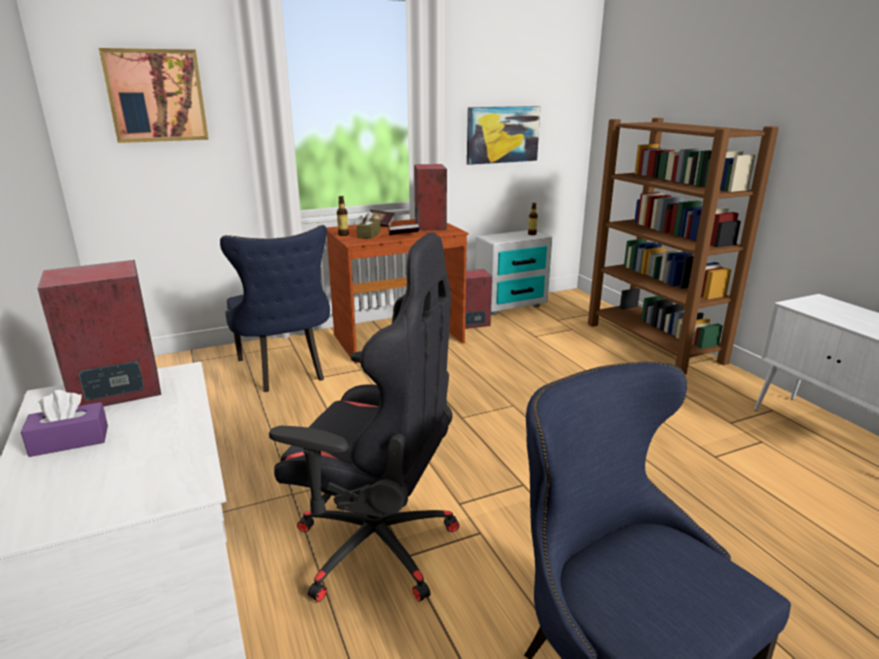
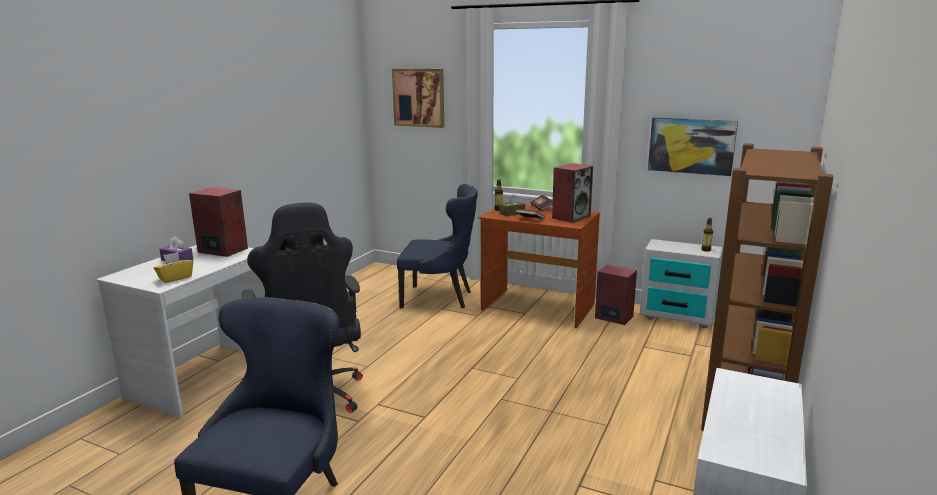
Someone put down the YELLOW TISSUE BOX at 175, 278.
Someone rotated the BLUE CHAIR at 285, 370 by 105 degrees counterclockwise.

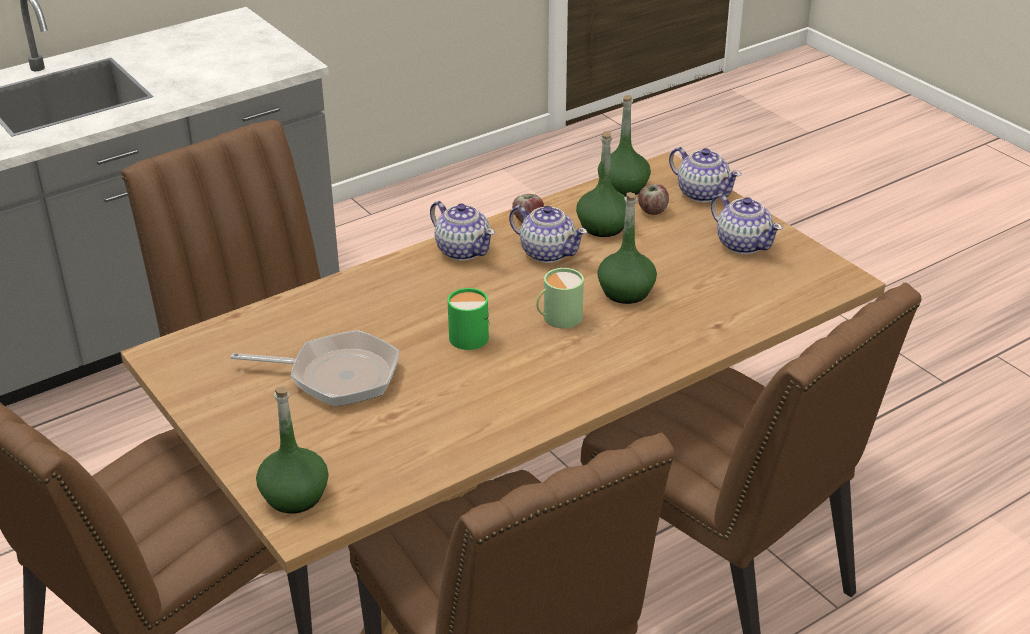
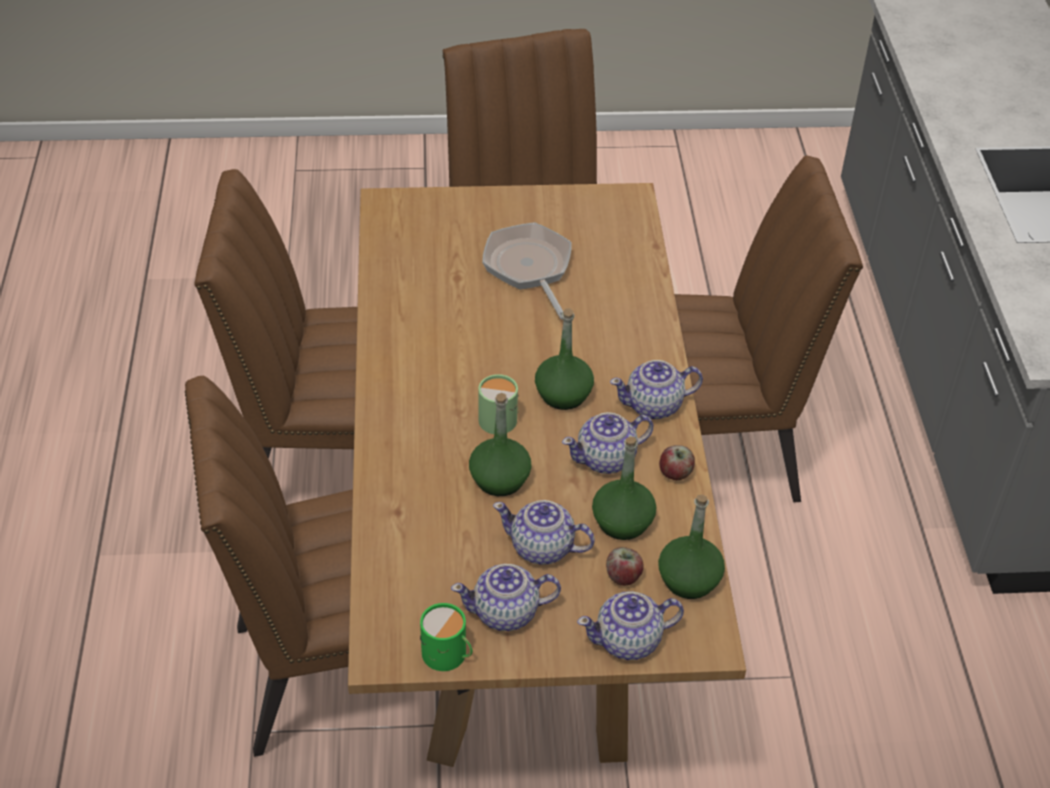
Someone carried the GREEN MUG from 469, 335 to 448, 655.
Someone rotated the FRYING PAN at 336, 375 by 120 degrees clockwise.
Someone put down the TEAPOT at 542, 548.
Someone carried the GREEN BOTTLE from 295, 495 to 563, 395.

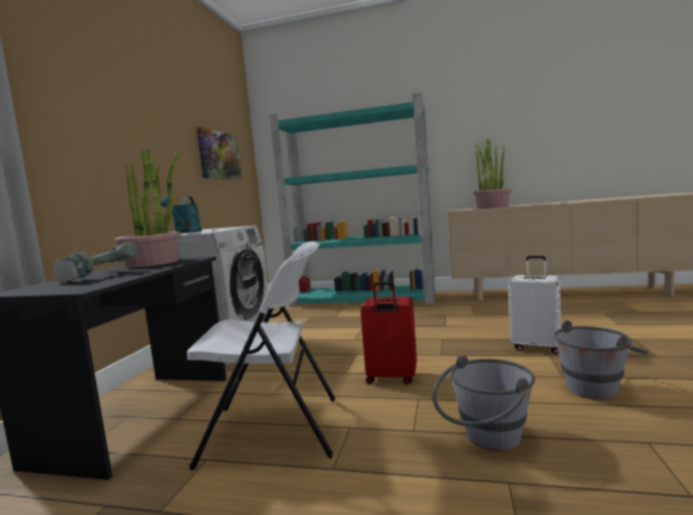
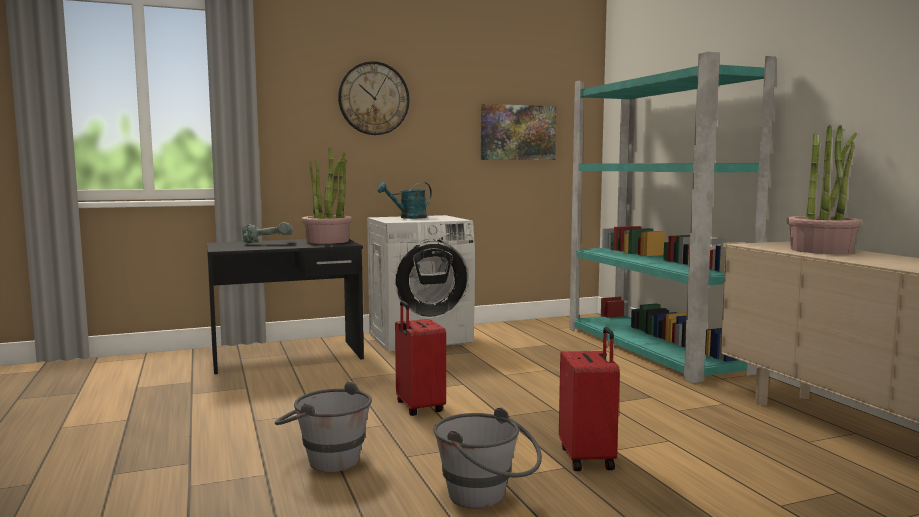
Someone put up the WALL CLOCK at 373, 98.
Someone repainted the WHITE SUITCASE at 537, 347, which became the RED SUITCASE at 588, 458.
Someone took away the WHITE CHAIR at 271, 430.

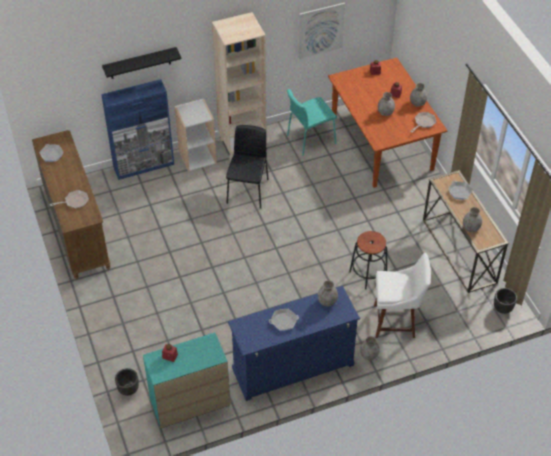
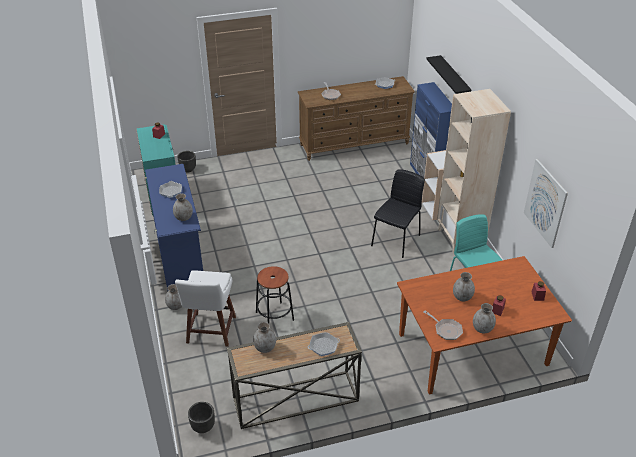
Someone rotated the BLACK CHAIR at 248, 190 by 75 degrees counterclockwise.

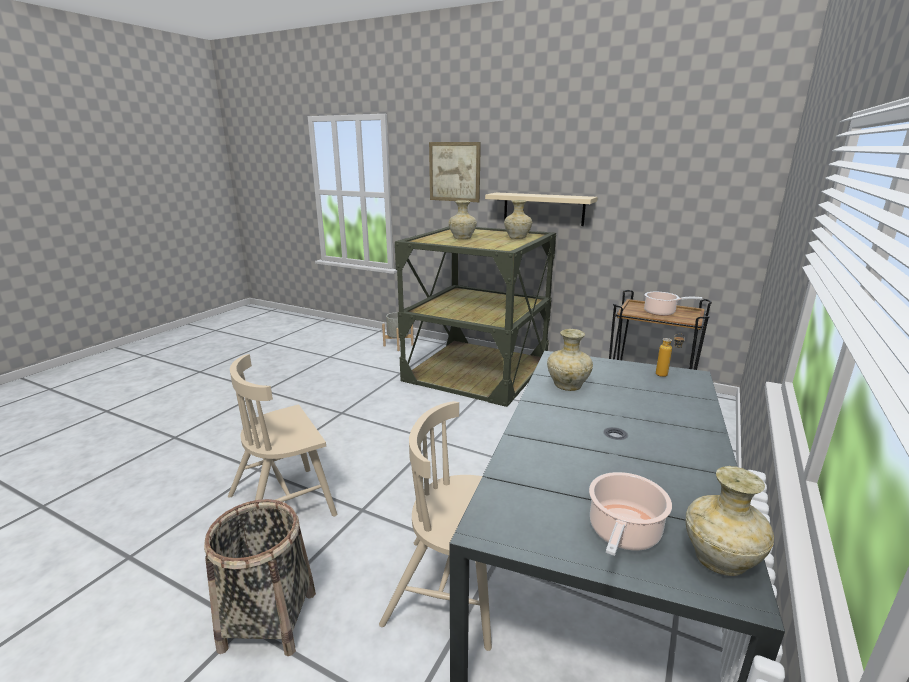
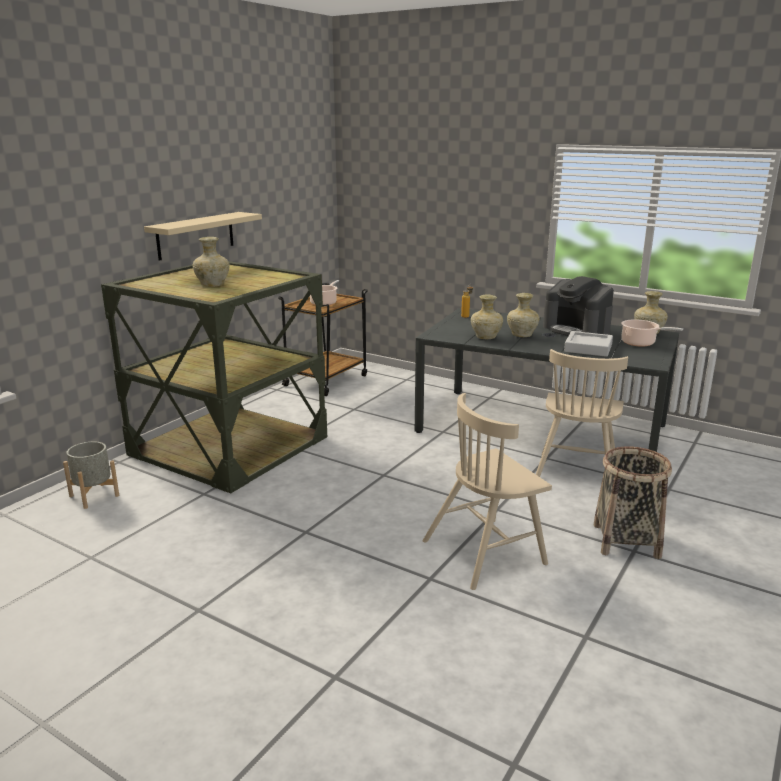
Someone rotated the BEIGE CHAIR at 288, 502 by 90 degrees clockwise.
Someone carried the BEIGE VASE from 517, 238 to 522, 335.
Someone put down the COFFEE MACHINE at 576, 329.
Someone put down the GREY TRAY at 588, 348.
Someone took away the PICTURE at 454, 172.

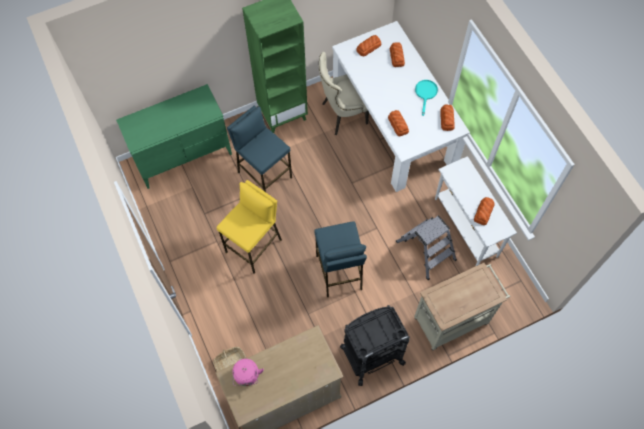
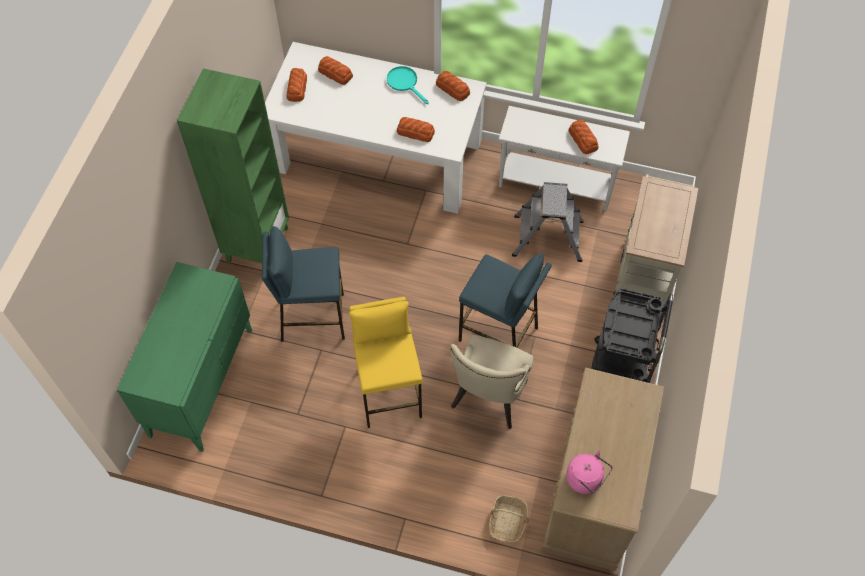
Someone carried the BEIGE CHAIR from 343, 114 to 489, 397.

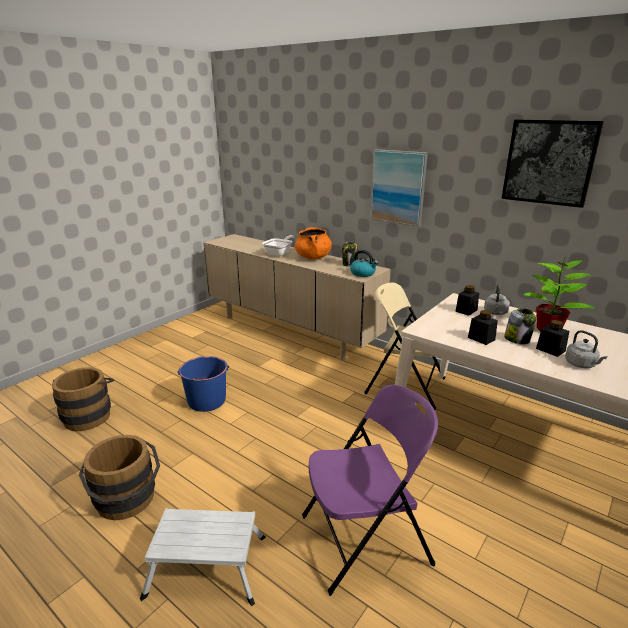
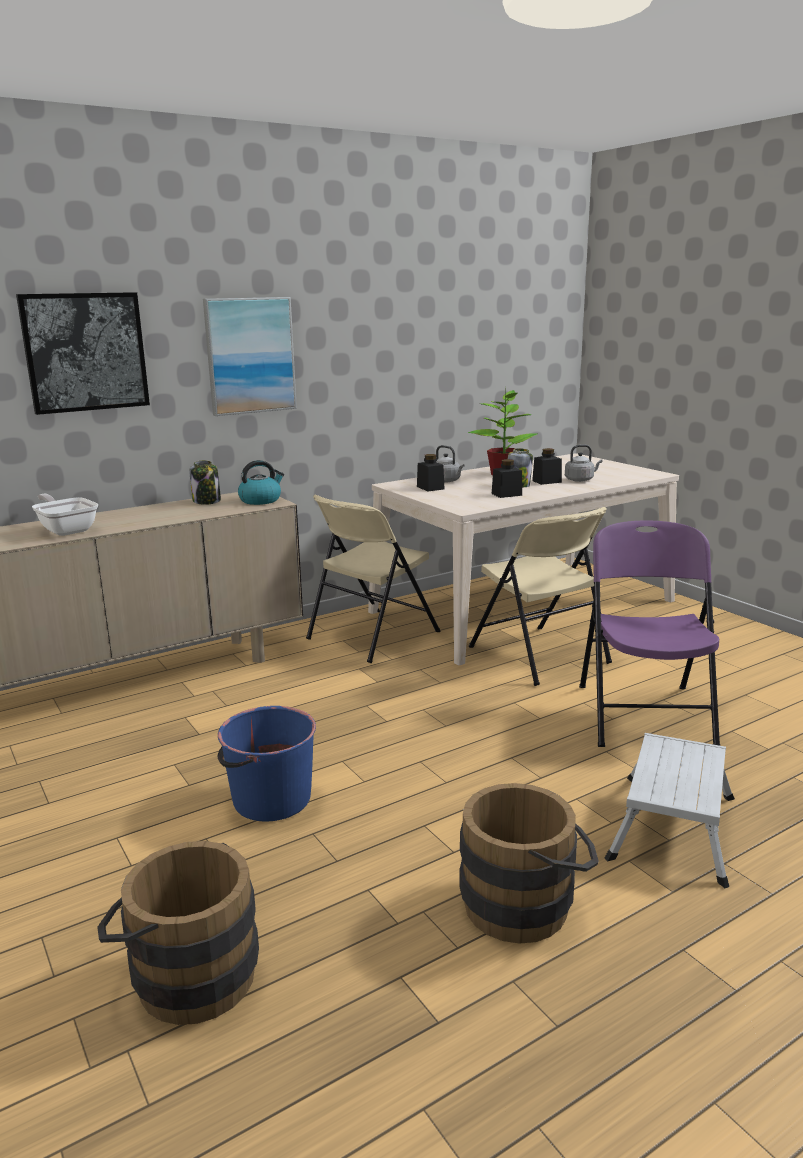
Someone carried the PICTURE from 549, 162 to 85, 352.
Someone put down the BEIGE CHAIR at 538, 655.
Someone took away the ORANGE COOKING POT at 313, 257.

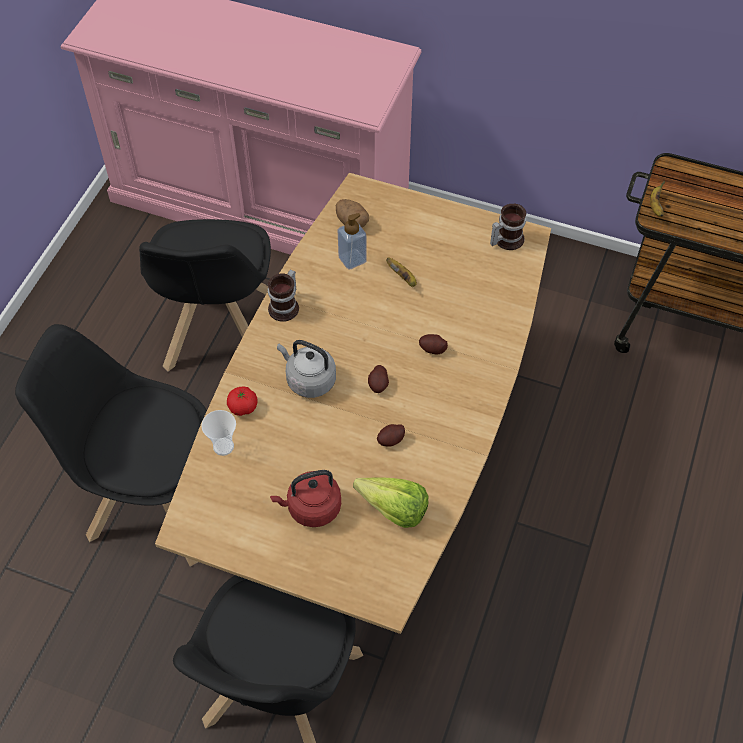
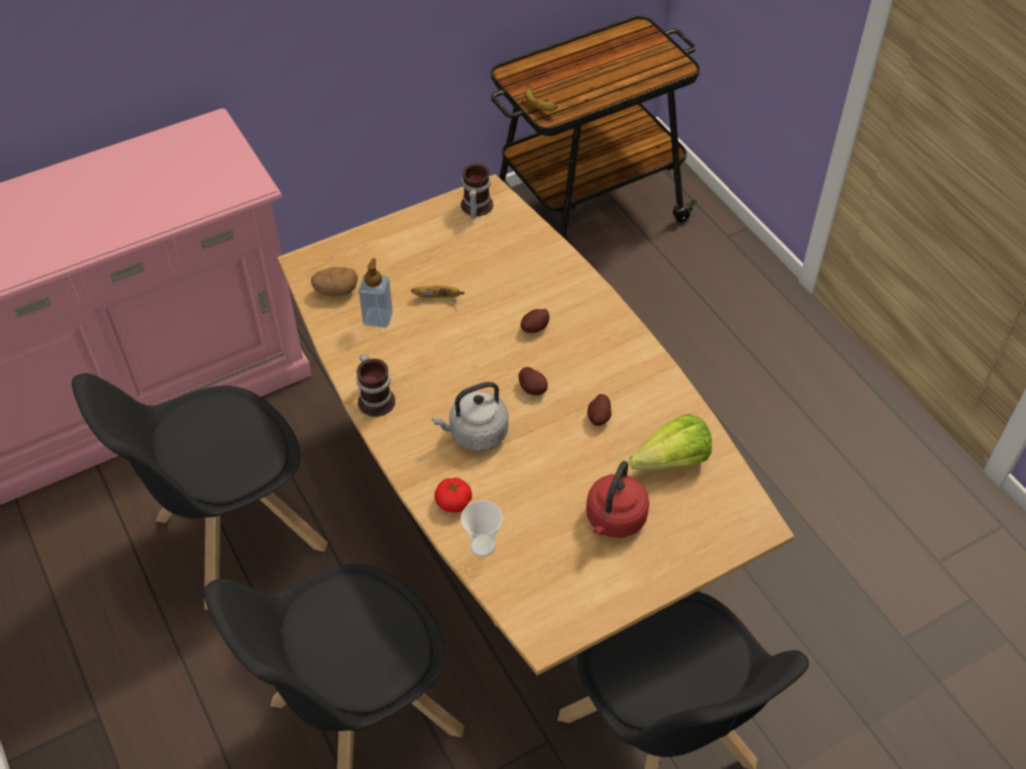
Someone rotated the BLACK CHAIR at 220, 335 by 105 degrees clockwise.

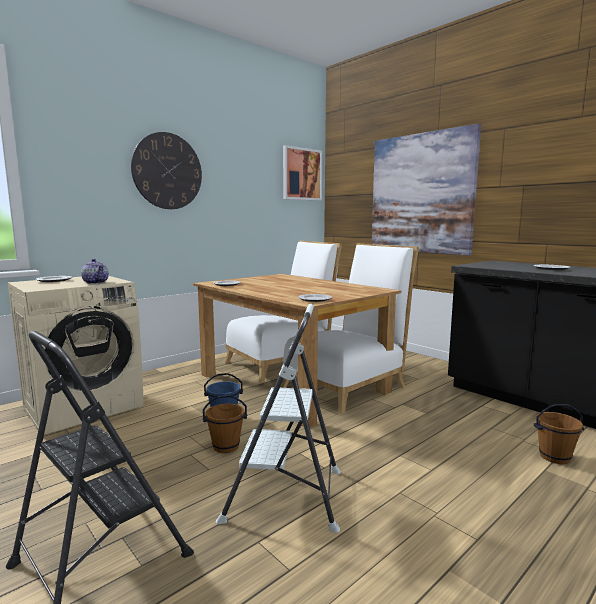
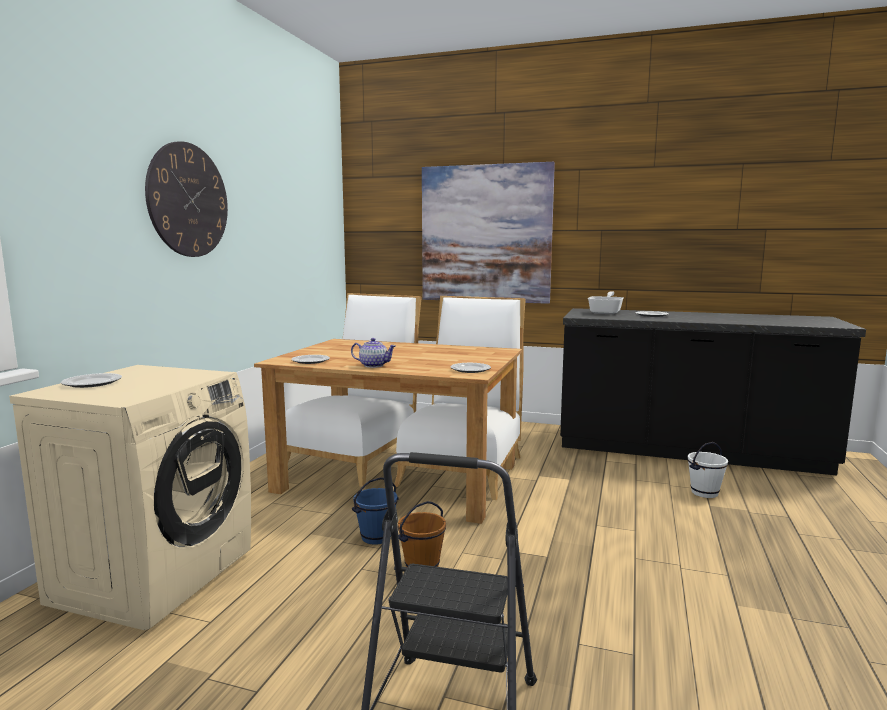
Someone carried the TEAPOT from 96, 282 to 373, 365.
Someone put down the FRYING PAN at 606, 312.
Someone repainted the BROWN BUCKET at 554, 457, which became the WHITE BUCKET at 704, 493.
Someone took away the WHITE STEP LADDER at 288, 494.
Someone took away the PICTURE at 302, 174.

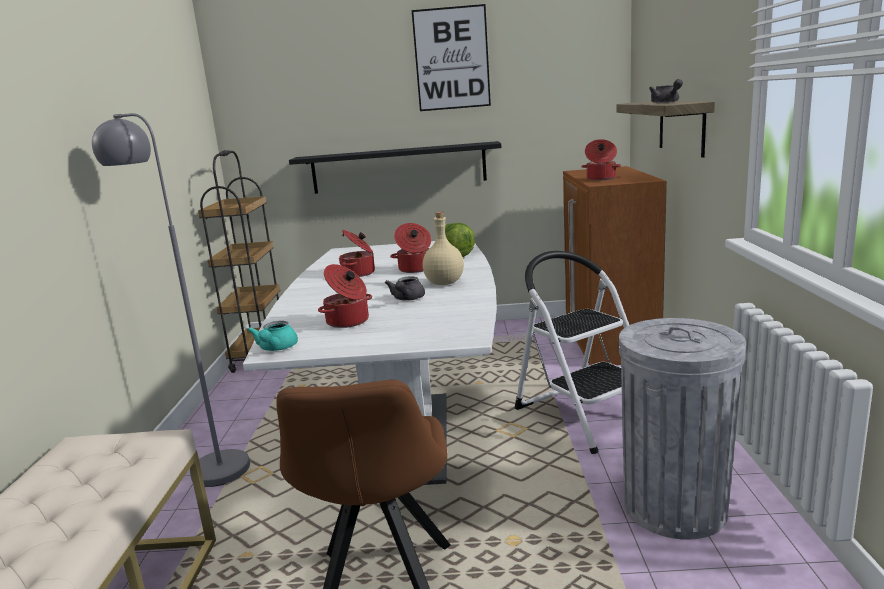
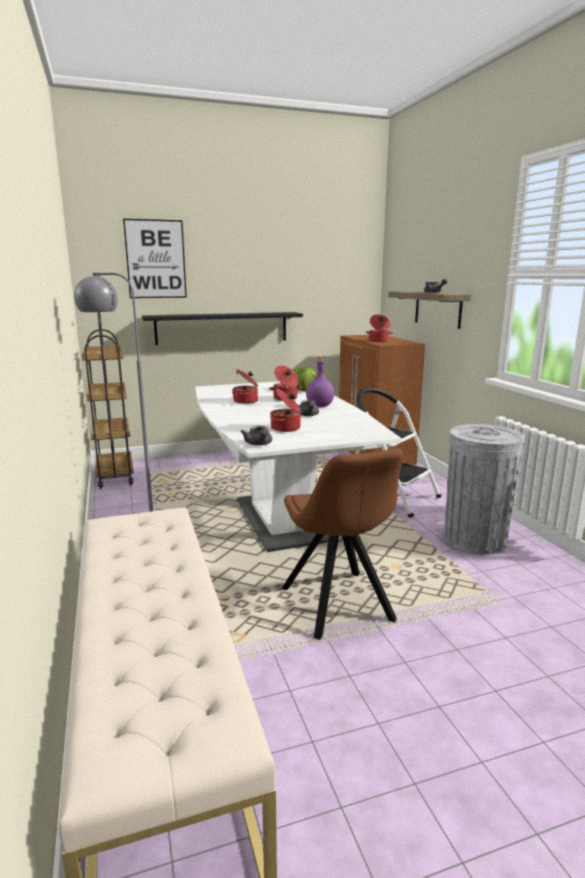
Someone carried the PICTURE from 451, 59 to 155, 259.
Someone repainted the TURQUOISE TEAPOT at 276, 349, which became the GREY TEAPOT at 259, 444.
Someone repainted the BEIGE BOTTLE at 445, 283, which became the PURPLE BOTTLE at 320, 406.

